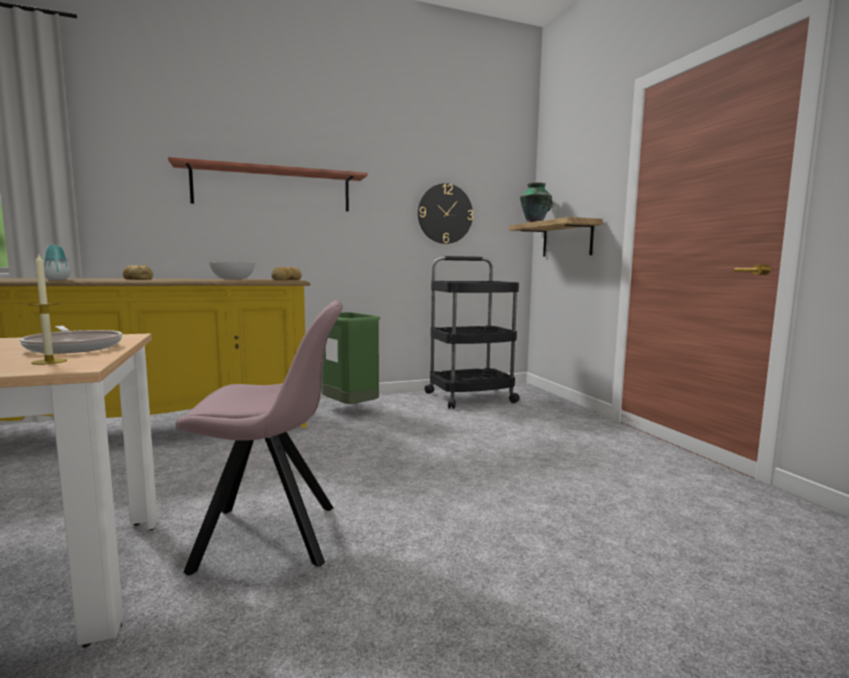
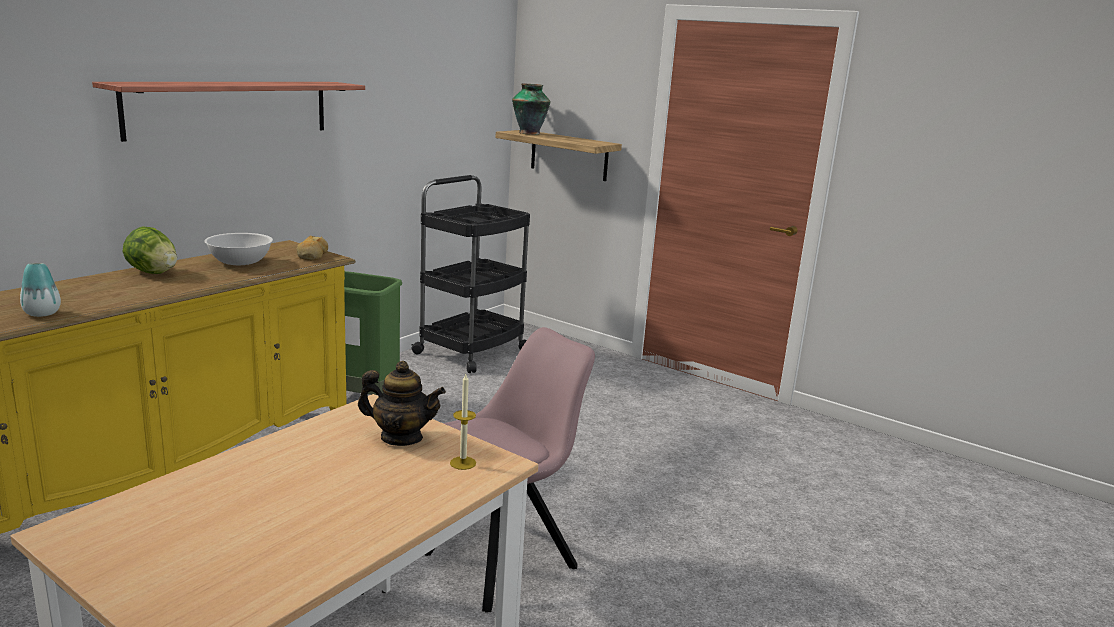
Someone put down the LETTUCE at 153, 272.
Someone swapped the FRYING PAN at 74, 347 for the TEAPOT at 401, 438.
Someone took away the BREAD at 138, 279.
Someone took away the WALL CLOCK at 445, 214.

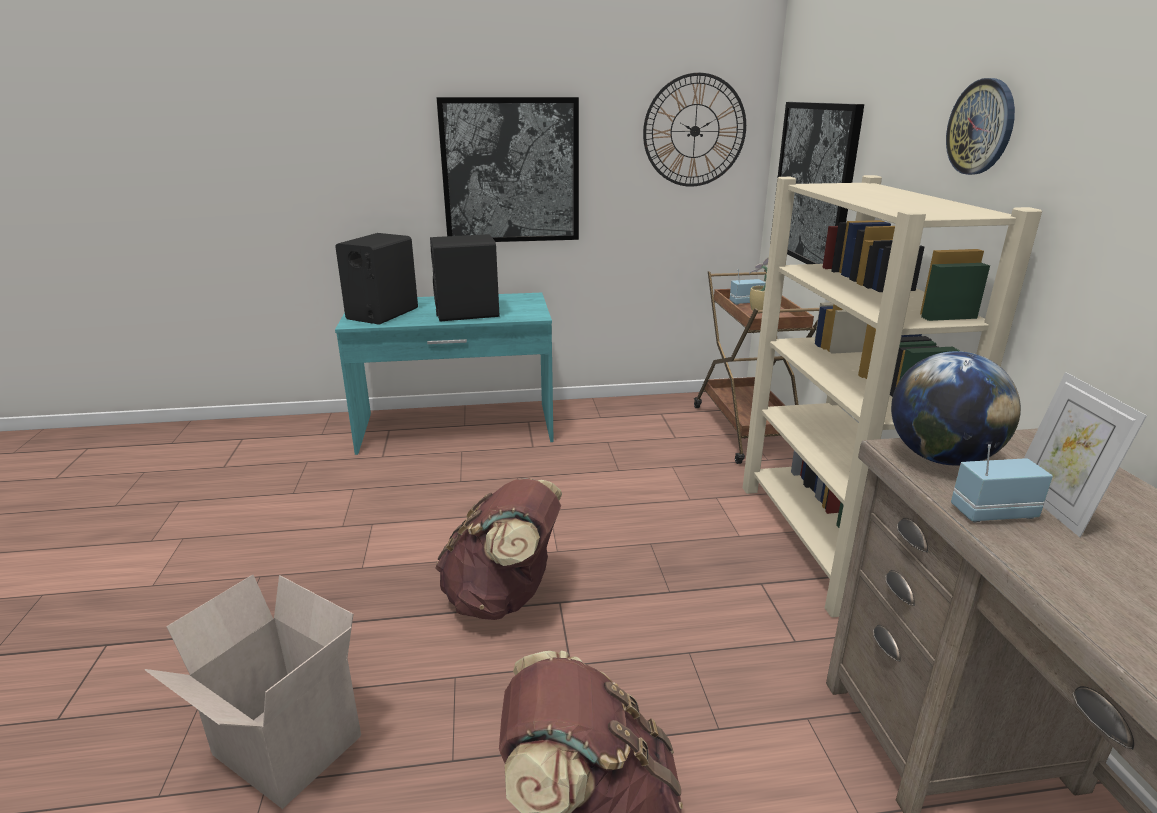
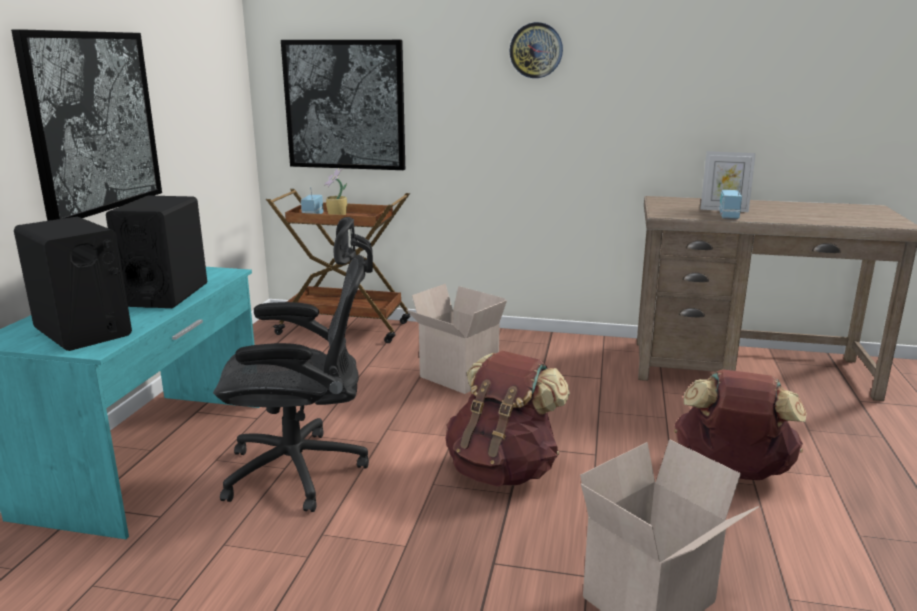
Someone put down the OFFICE CHAIR at 302, 470.
Someone put down the CARDBOARD BOX at 456, 377.
Someone took away the WALL CLOCK at 694, 131.
Someone took away the BEIGE BOOKCASE at 827, 540.
Someone took away the GLOBE at 941, 458.

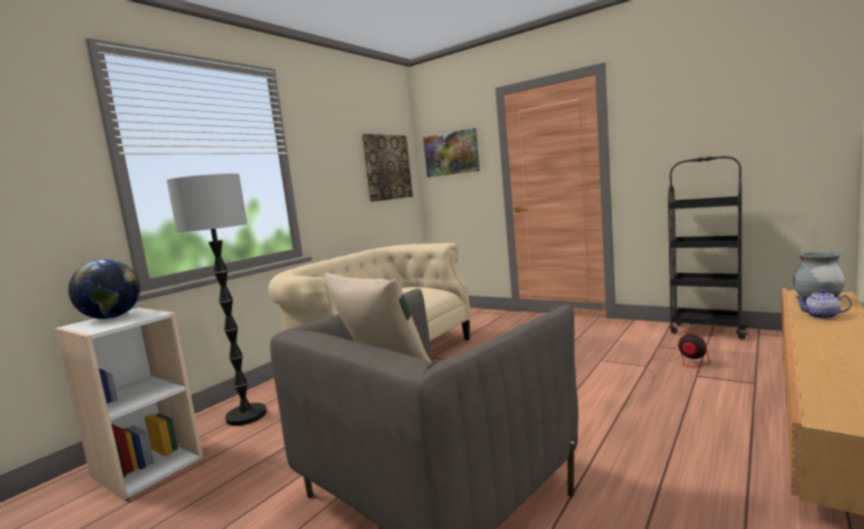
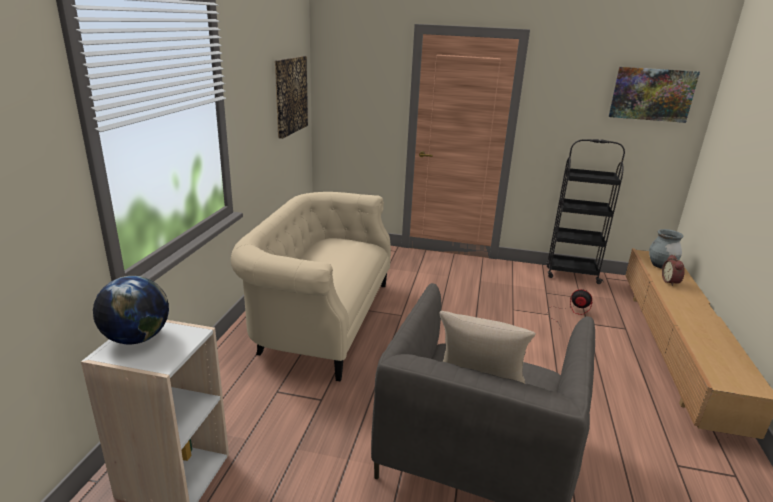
Someone carried the PICTURE from 451, 153 to 652, 94.
Someone swapped the TEAPOT at 822, 316 for the ALARM CLOCK at 671, 282.
Someone took away the FLOOR LAMP at 246, 416.

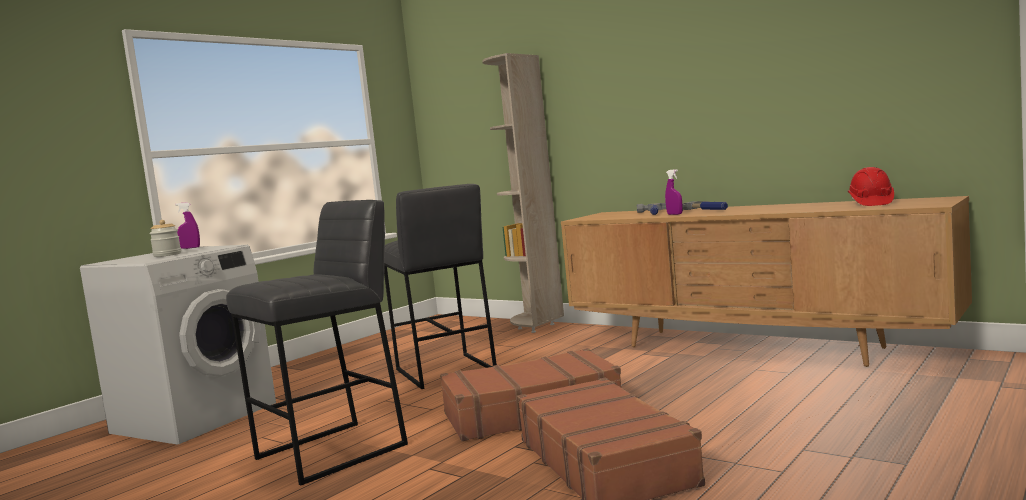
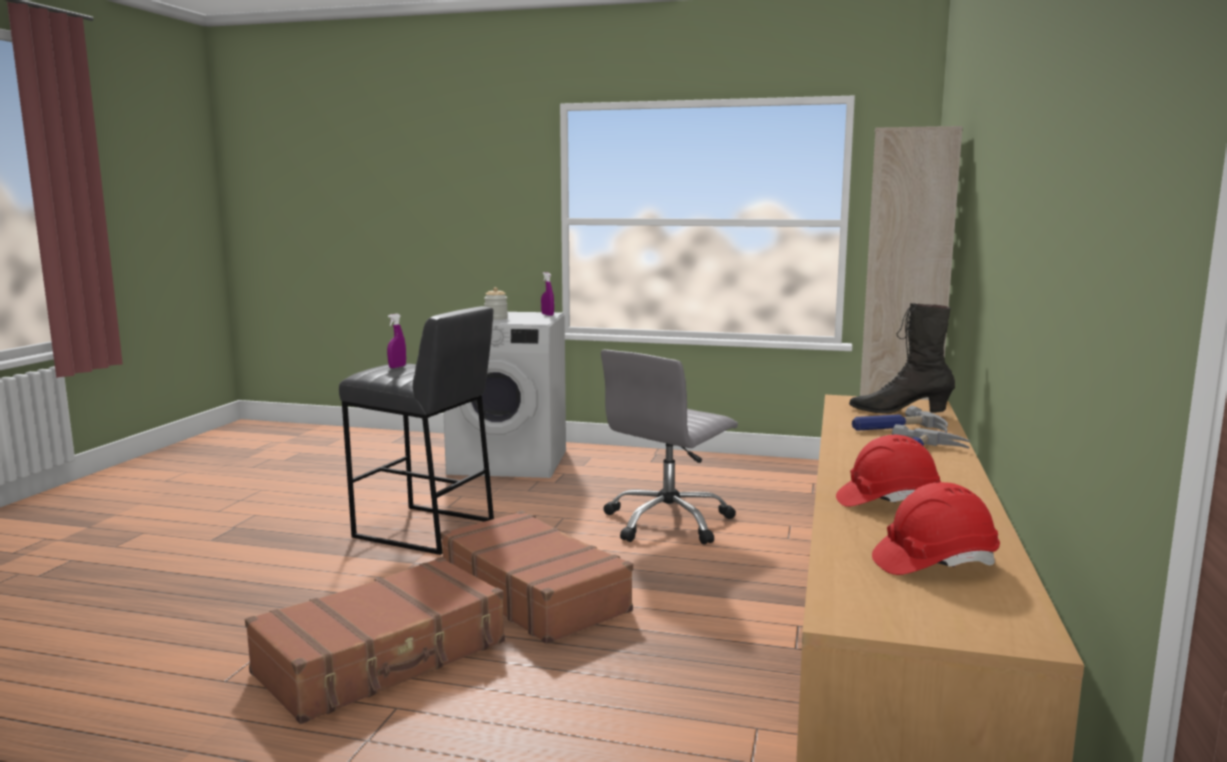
Someone carried the PURPLE SPRAY BOTTLE from 674, 214 to 397, 367.
Someone swapped the GREY STOOL at 445, 371 for the GREY OFFICE CHAIR at 668, 522.
Someone put down the RED HARD HAT at 887, 501.
Someone put down the BLACK BOOT at 899, 412.

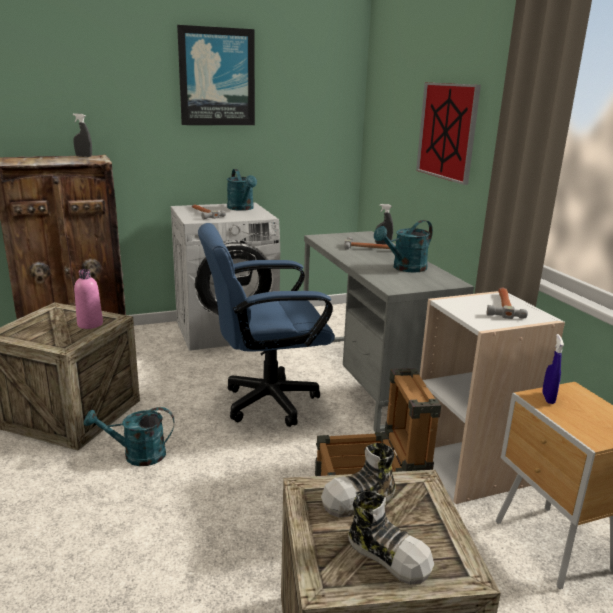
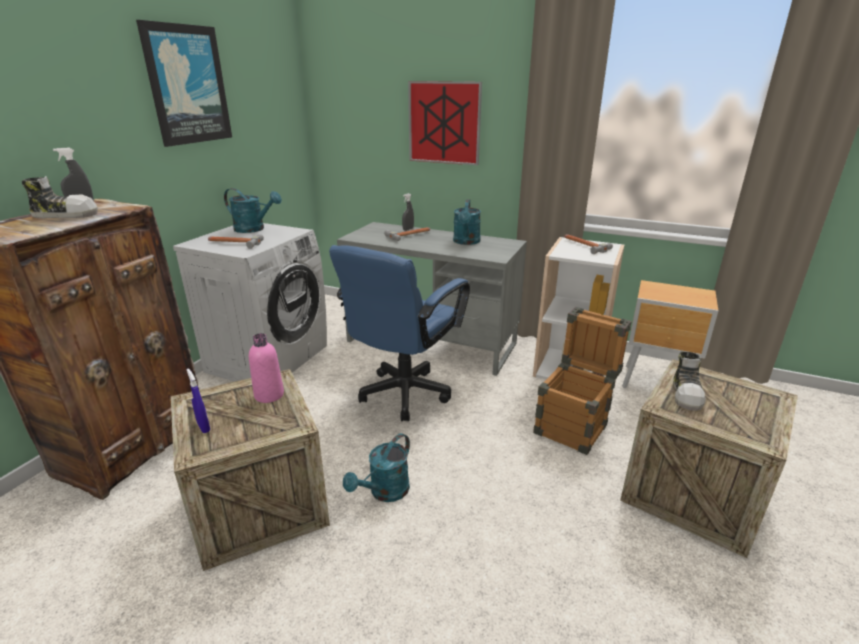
Someone carried the SHOE from 389, 555 to 66, 215.
Someone carried the BLUE SPRAY BOTTLE from 548, 398 to 203, 427.

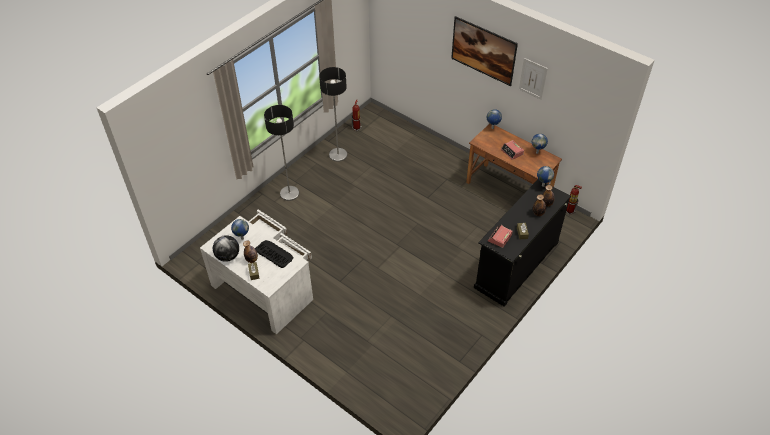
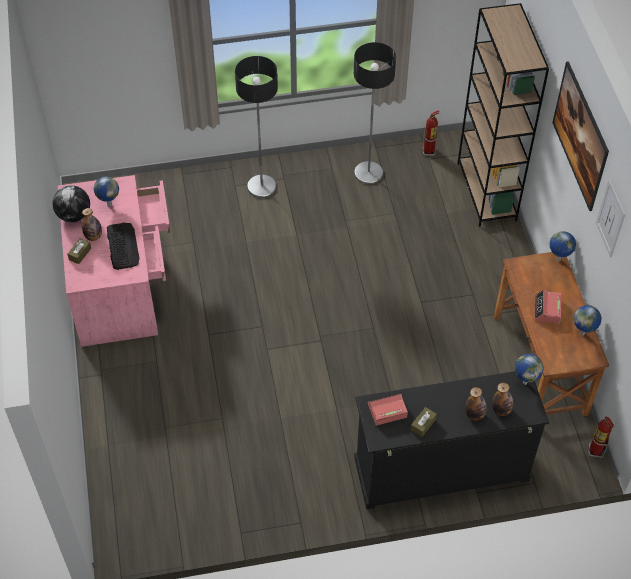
Someone repainted the WHITE DESK at 265, 288, which became the PINK DESK at 122, 284.
Someone put down the BEIGE BOOKCASE at 487, 192.

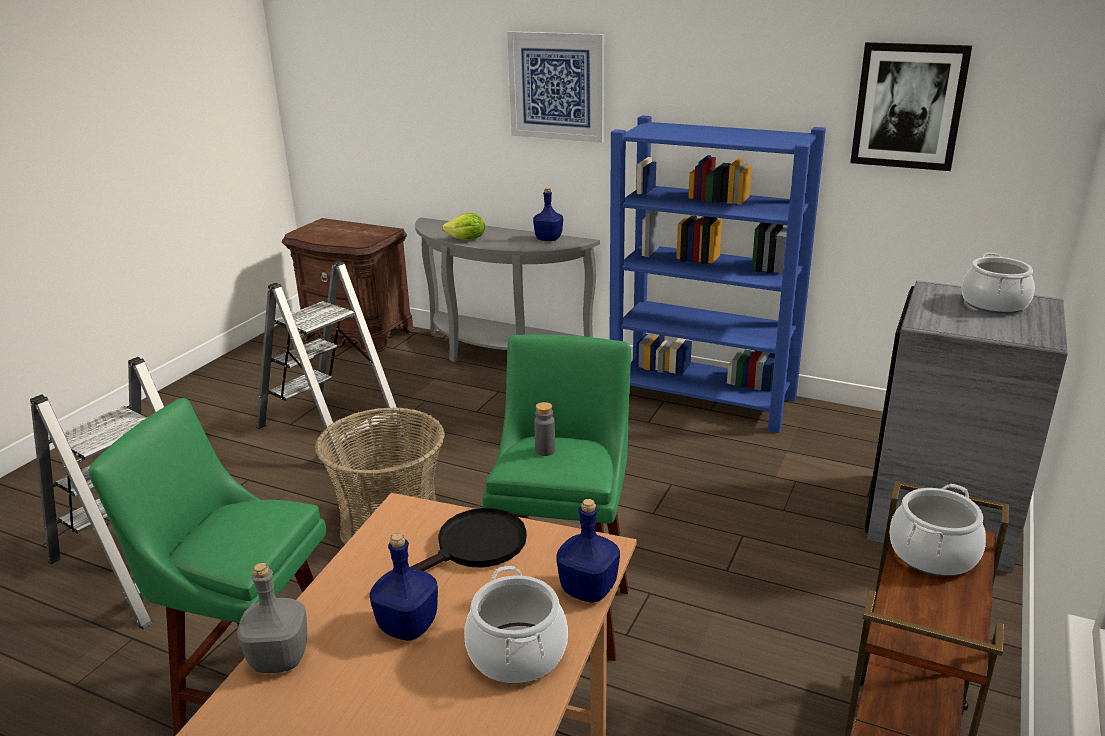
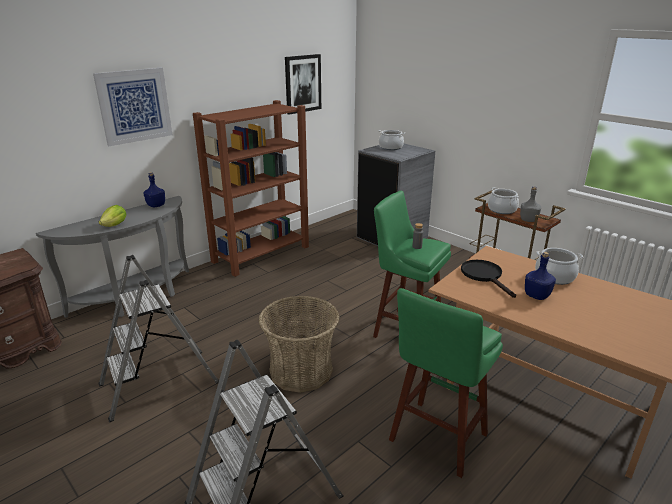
Someone repainted the BLUE BOOKCASE at 702, 398, which became the BROWN BOOKCASE at 261, 254.
Someone carried the GREY BOTTLE from 279, 658 to 528, 220.
Someone took away the BLUE BOTTLE at 588, 590.

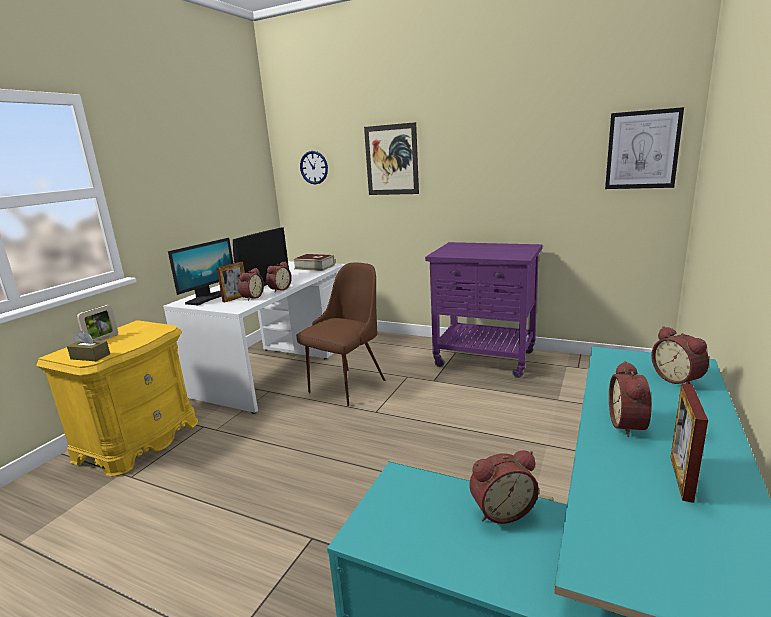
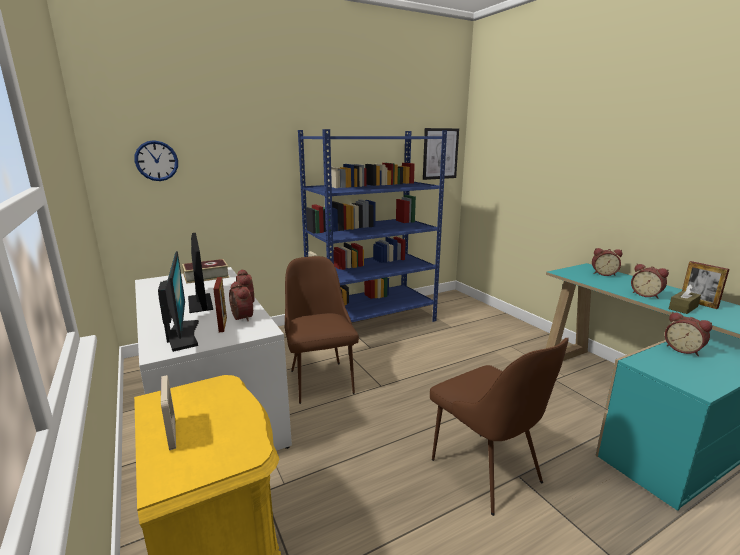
Someone swapped the PURPLE CART at 485, 360 for the BLUE BOOKCASE at 372, 321.
Someone put down the BROWN CHAIR at 487, 471.
Someone rotated the ALARM CLOCK at 501, 510 by 120 degrees clockwise.
Someone carried the BROWN TISSUE BOX from 90, 356 to 683, 308.
Someone took away the PICTURE at 391, 160.

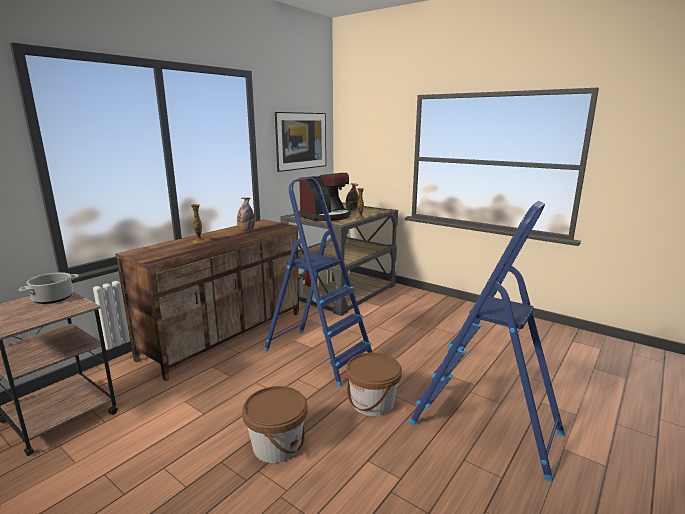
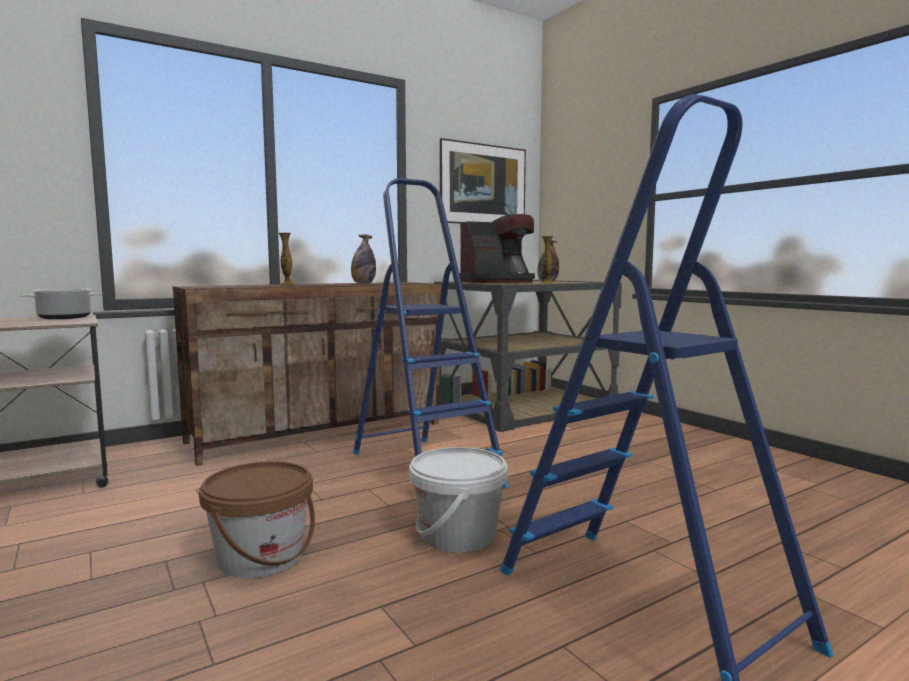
Someone repainted the BROWN BUCKET at 372, 403, which became the WHITE BUCKET at 458, 535.

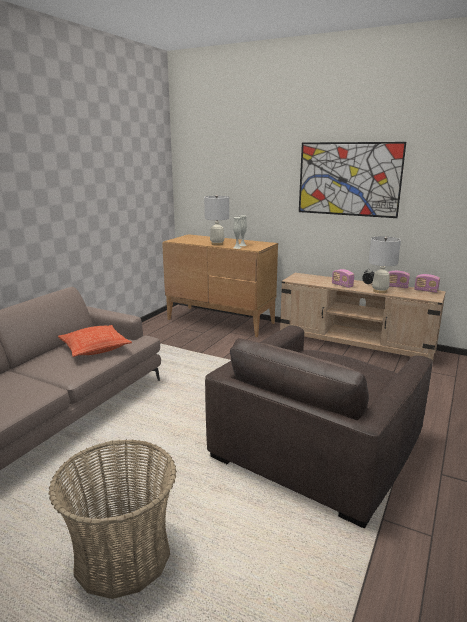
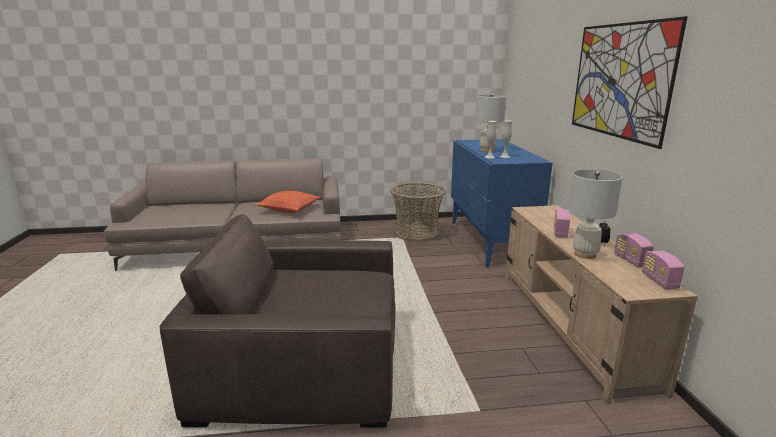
Someone carried the BASKET from 122, 555 to 417, 233.
Someone repainted the BROWN CABINET at 220, 321, which became the BLUE CABINET at 490, 241.

